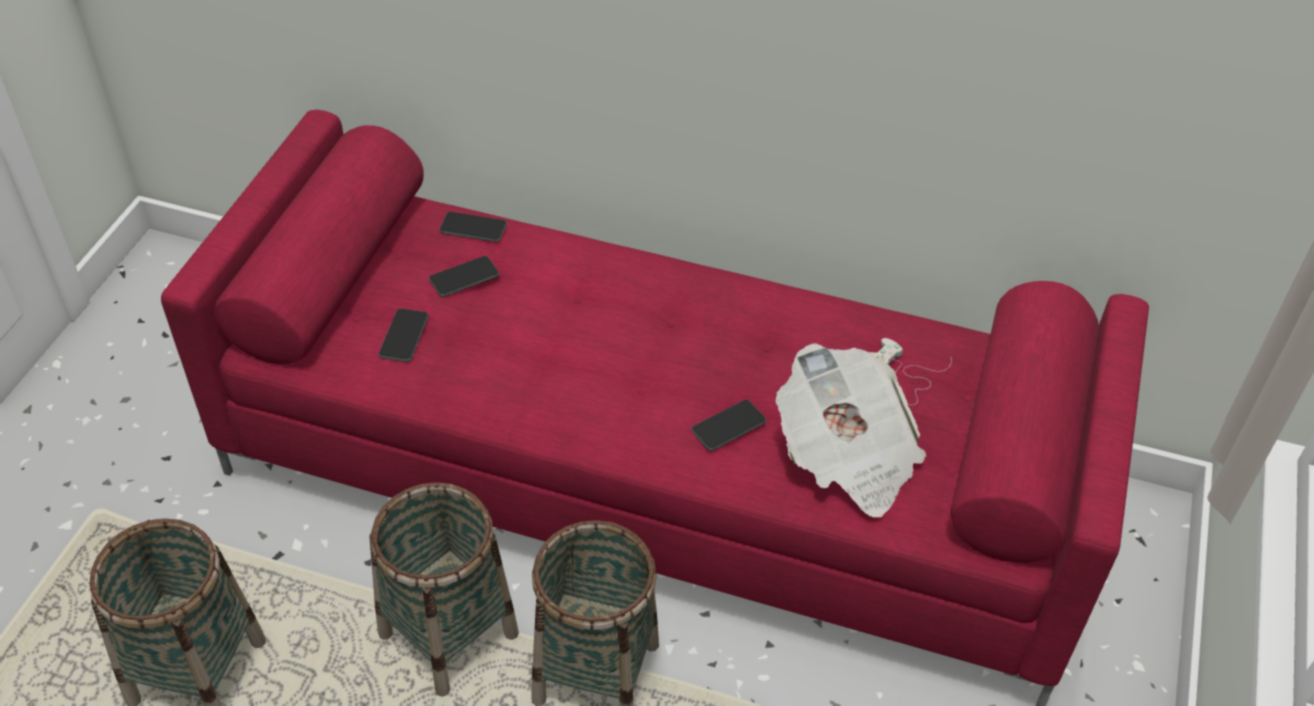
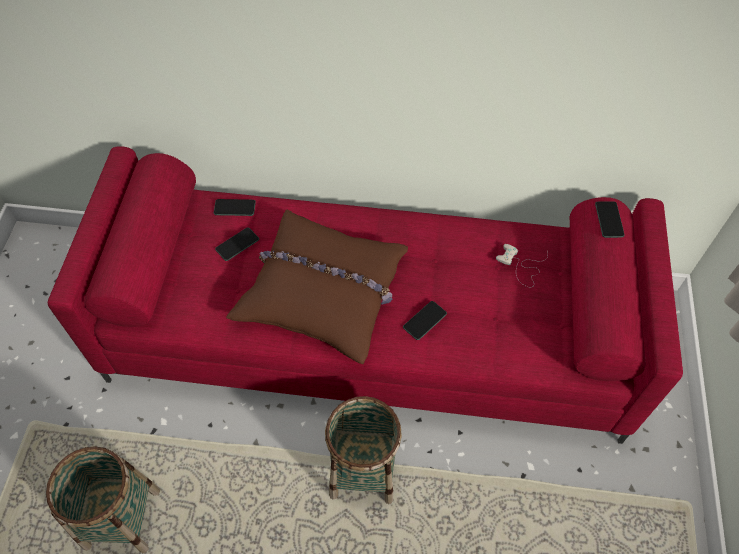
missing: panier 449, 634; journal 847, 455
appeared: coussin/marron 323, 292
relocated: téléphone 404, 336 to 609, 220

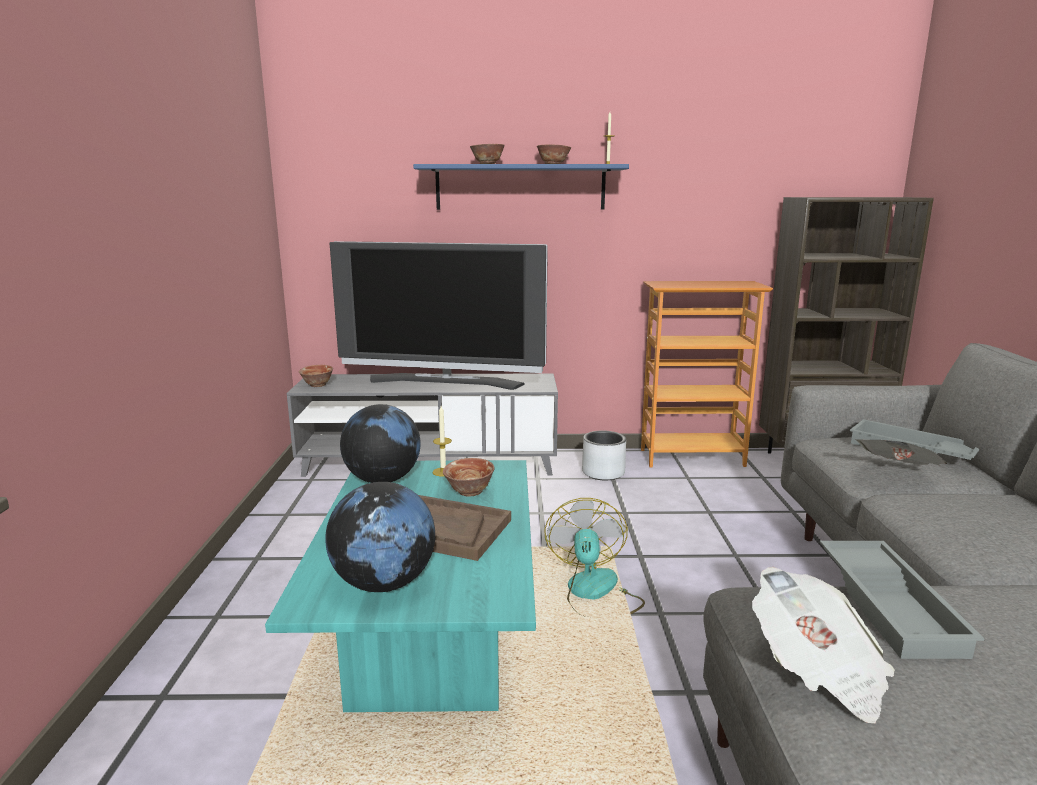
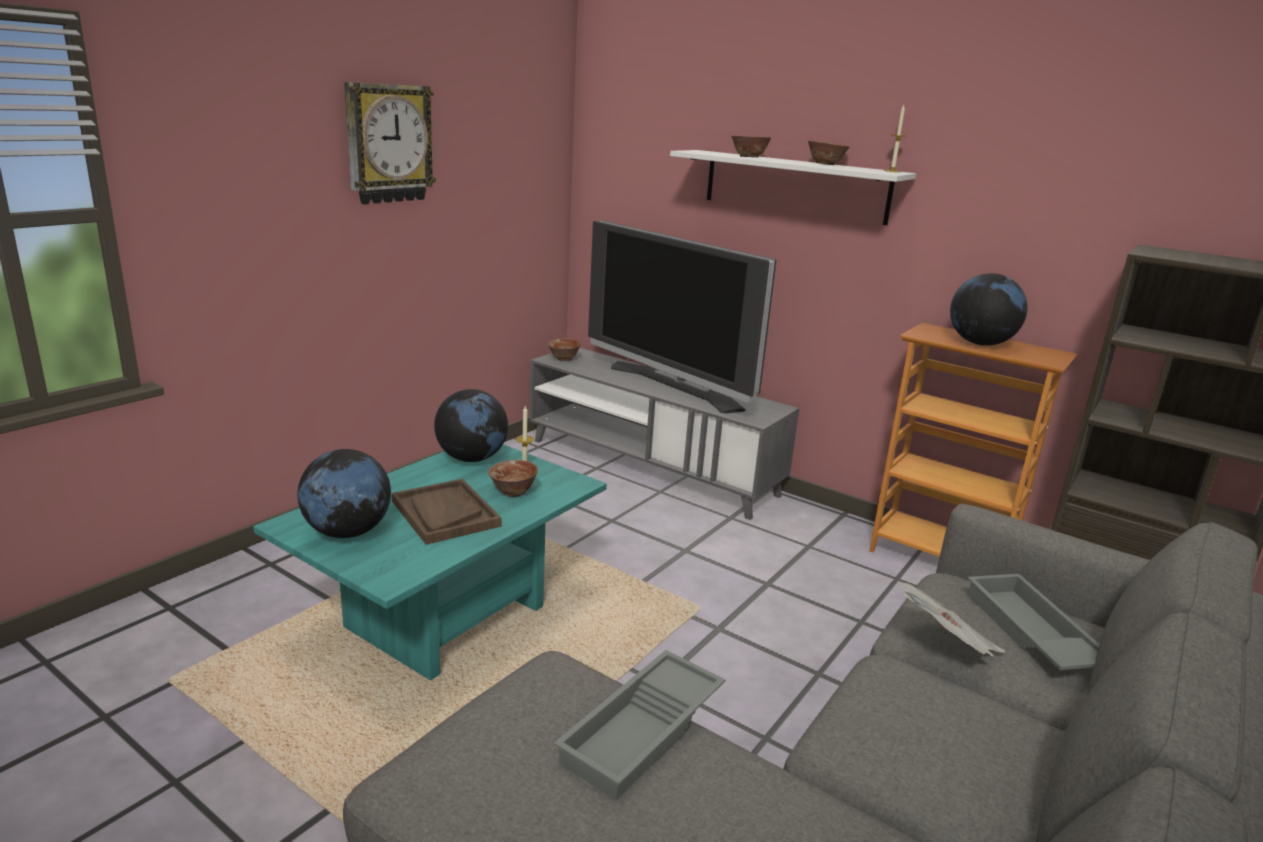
missing: ventilateur 594, 593; cache-pot/gris 603, 473; journal 818, 672
appeared: horloge murale 388, 144; globe 980, 344
colour: étagère/bleu 520, 187 to étagère/blanc 795, 186

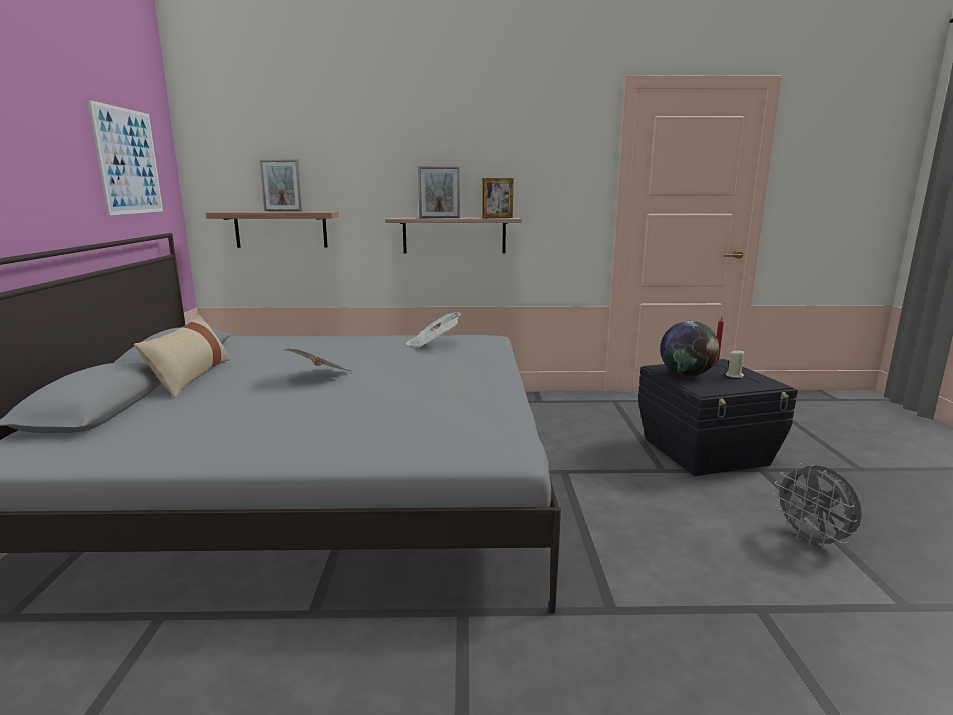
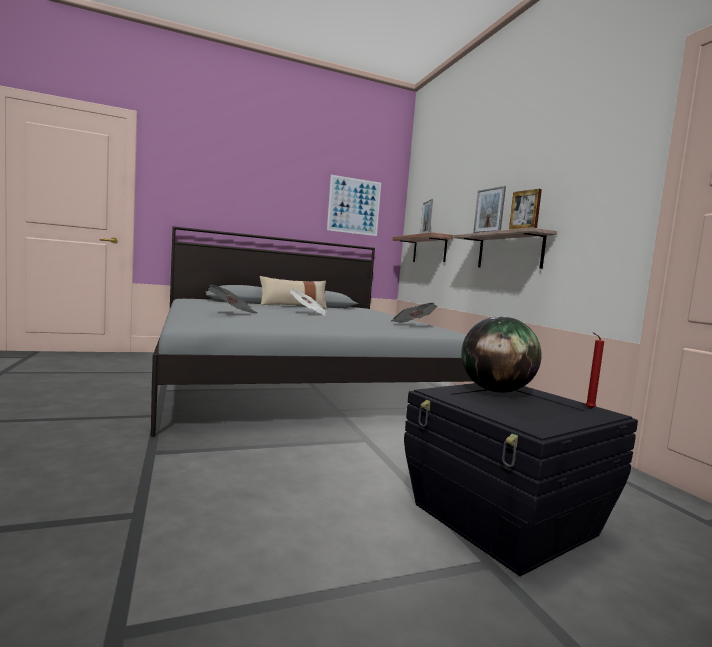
missing: bougie/beige 734, 375; ventilateur/gris 812, 540
appeared: journal 233, 313

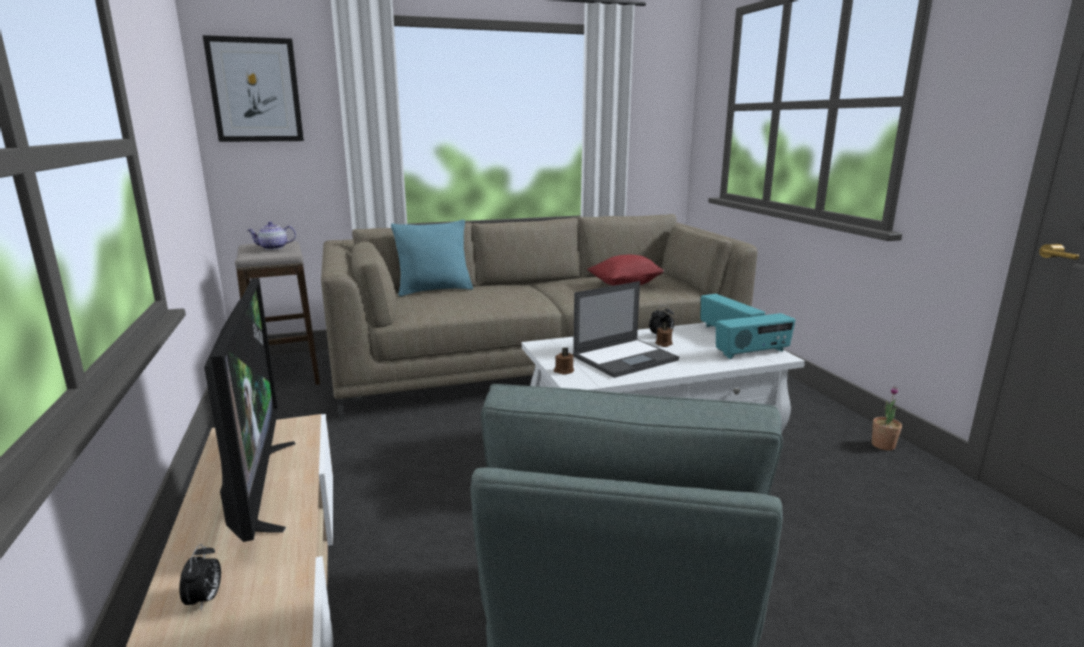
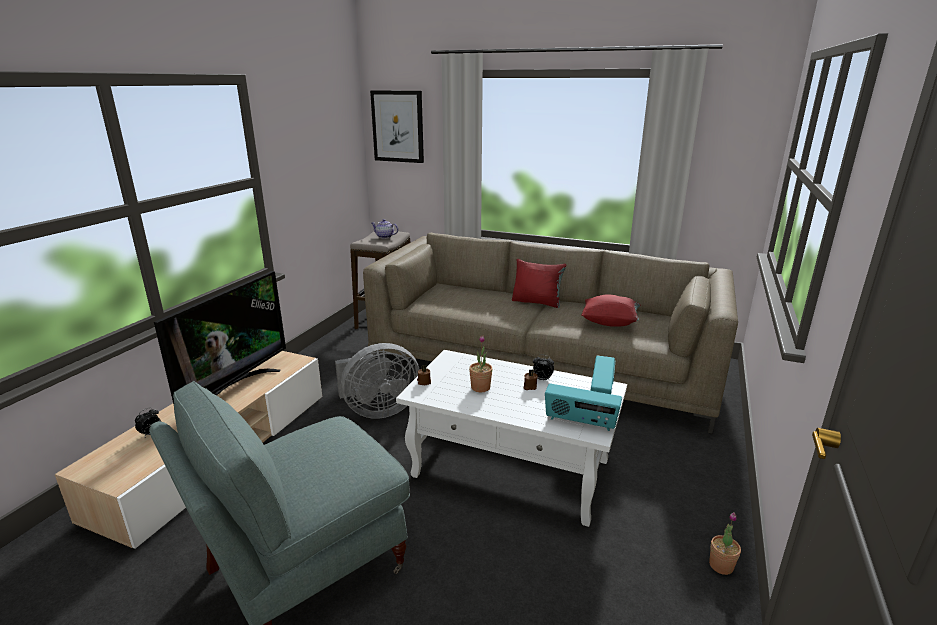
missing: coussin/turquoise 434, 290
appeared: ventilateur/gris 378, 410; coussin/rouge 537, 302
exchanged: ordinateur portable 625, 358 to plante en pot 480, 387

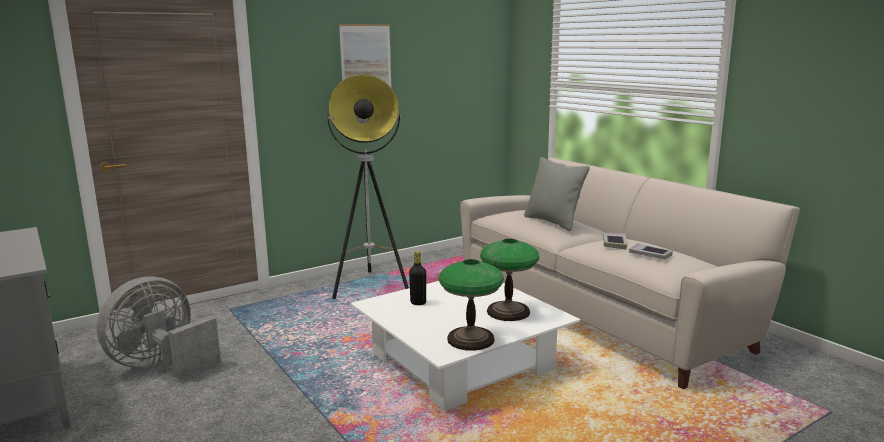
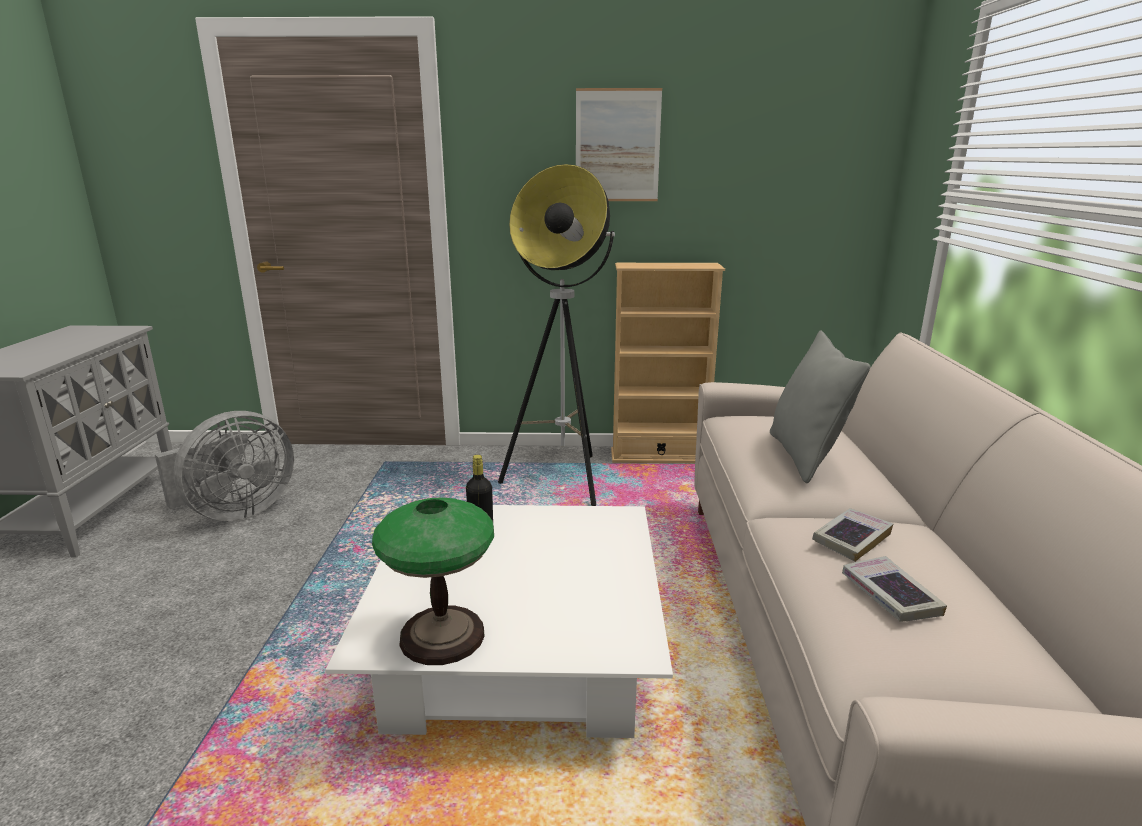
missing: lampe de table 508, 312
appeared: bibliothèque/beige 659, 456
spun: ventilateur/gris 161, 365 = 235, 512 150 degrees clockwise

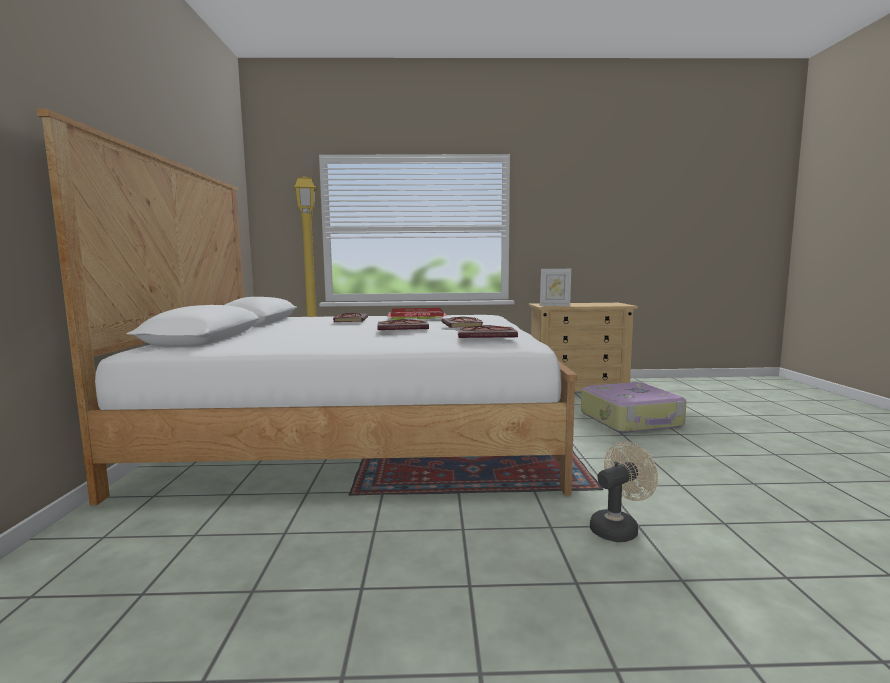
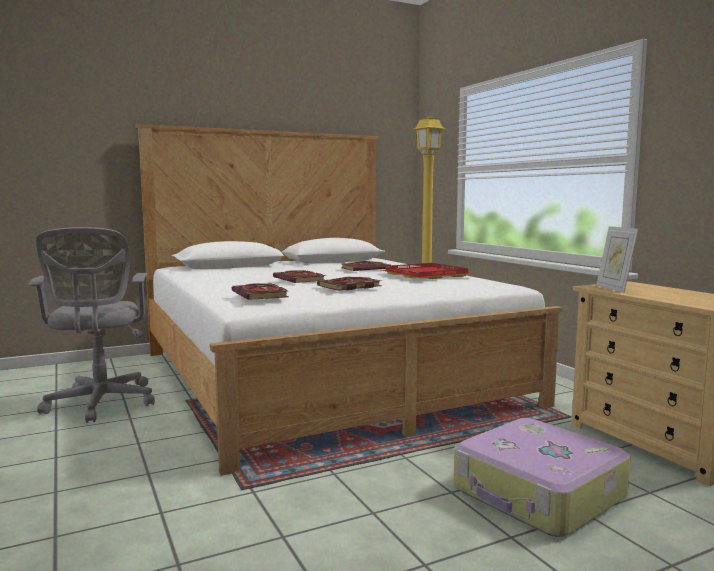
missing: ventilateur/beige 618, 528
appeared: chaise de bureau/gris 100, 404

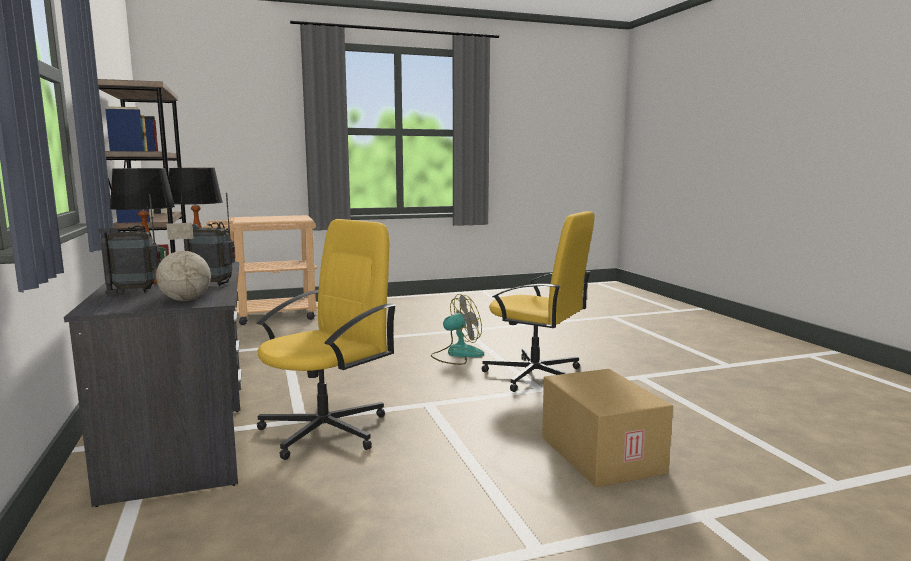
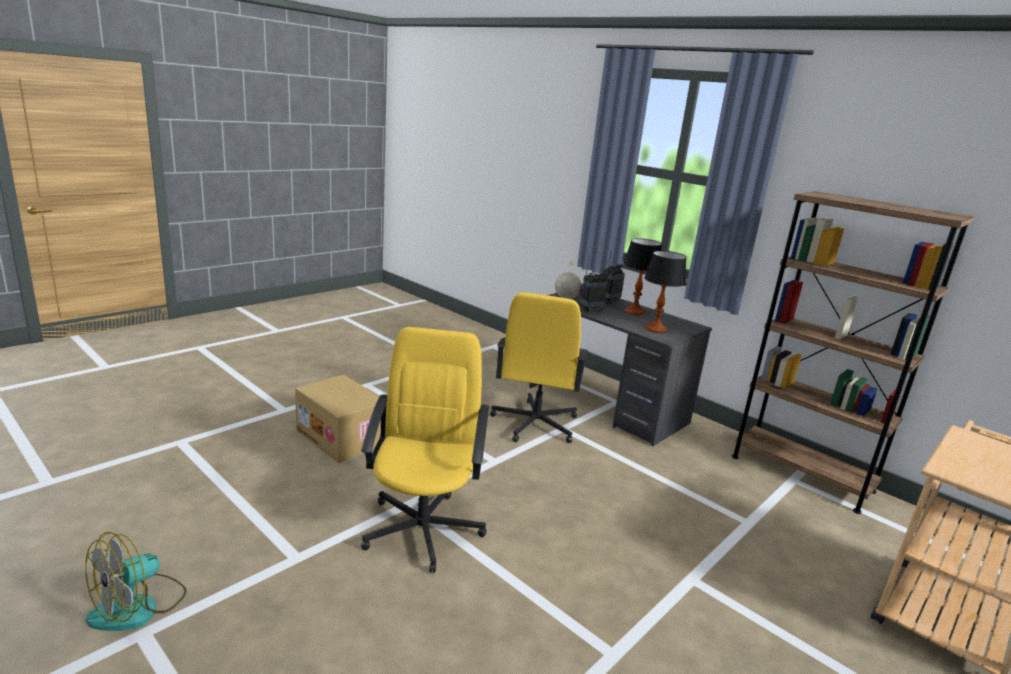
relocated: ventilateur 457, 354 to 138, 607
spun: chaise de bureau/jaune 536, 376 = 423, 528 90 degrees clockwise

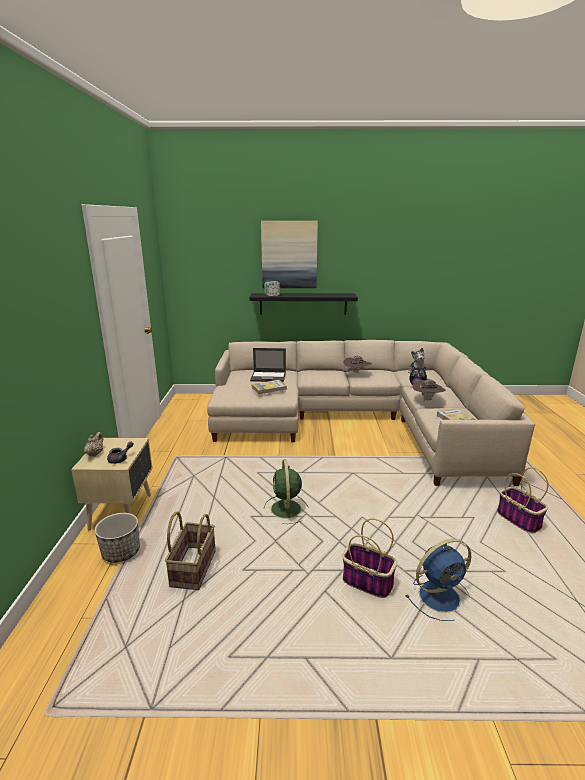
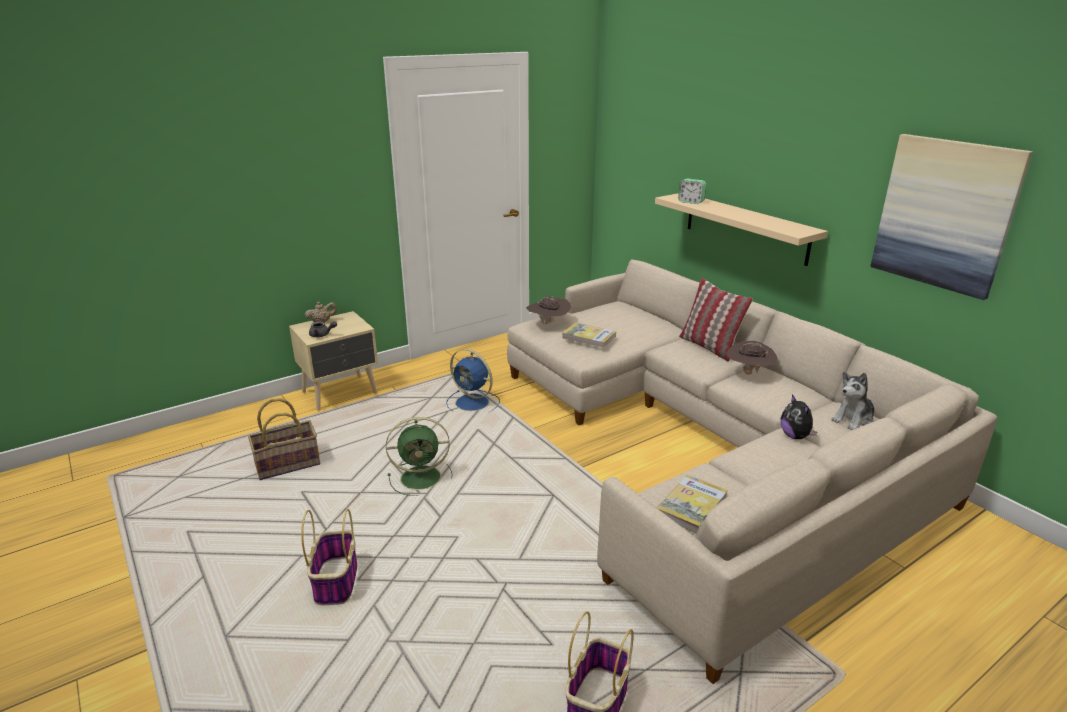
missing: cache-pot 121, 552; ordinateur portable 269, 377
appeared: coussin 709, 347
relocated: tableau 289, 255 to 945, 214; ventilateur/bleu 440, 596 to 473, 403; chapeau/marron 427, 400 to 548, 324
colour: étagère/noir 303, 303 to étagère/beige 745, 227
spun: ventilateur/vert 286, 510 = 422, 478 150 degrees counterclockwise

